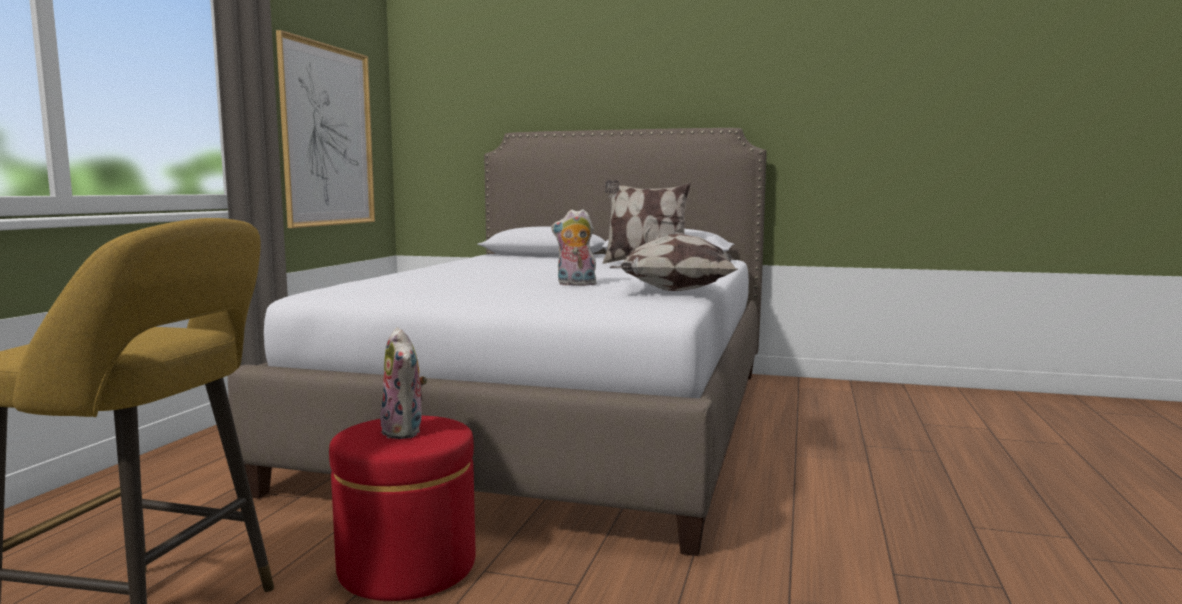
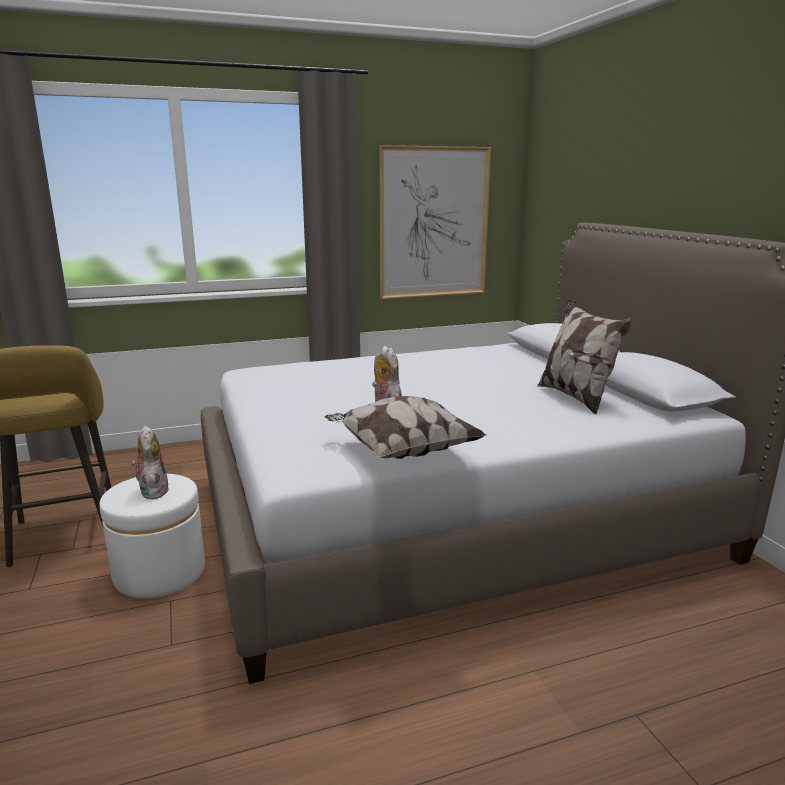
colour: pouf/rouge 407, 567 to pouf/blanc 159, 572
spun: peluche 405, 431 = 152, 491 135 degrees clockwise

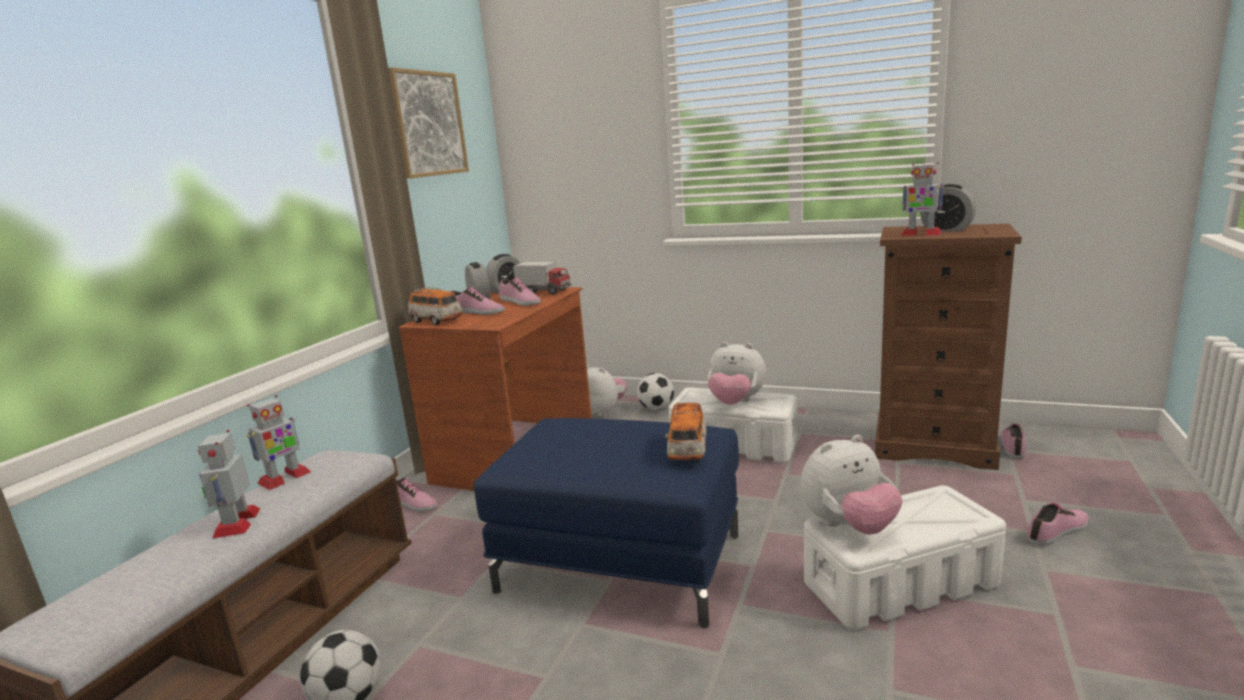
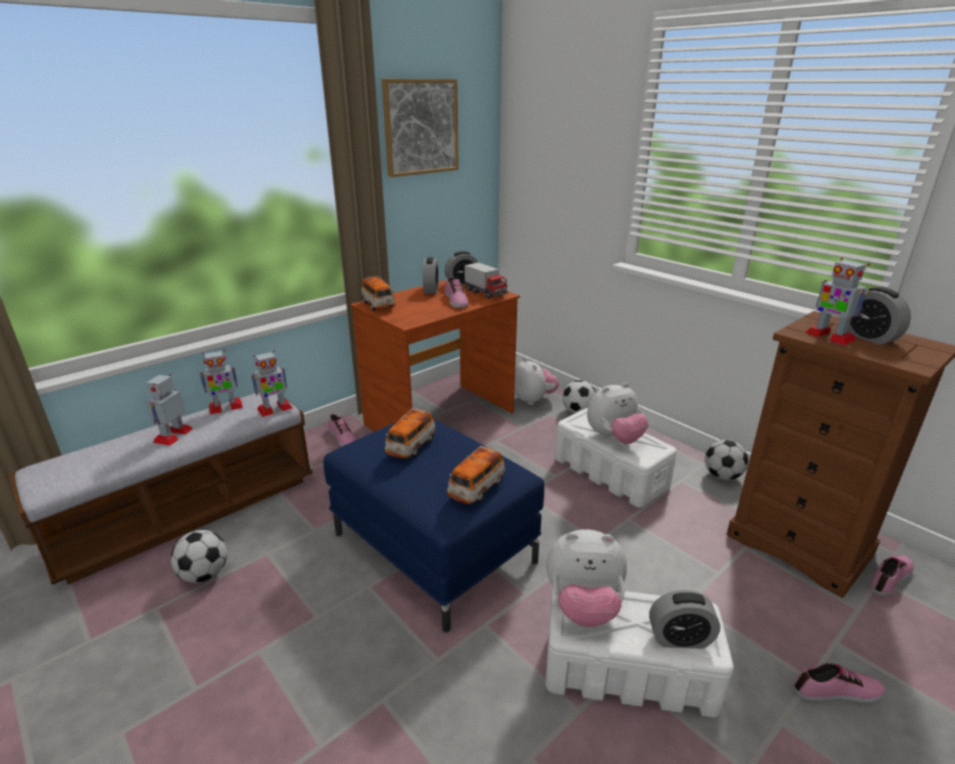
missing: chaussure 476, 312
appeared: robot jouet 274, 409; petite voiture 411, 447; réveil 680, 638; ballon de foot 722, 476
spun: peluche 735, 403 = 614, 438 75 degrees counterclockwise

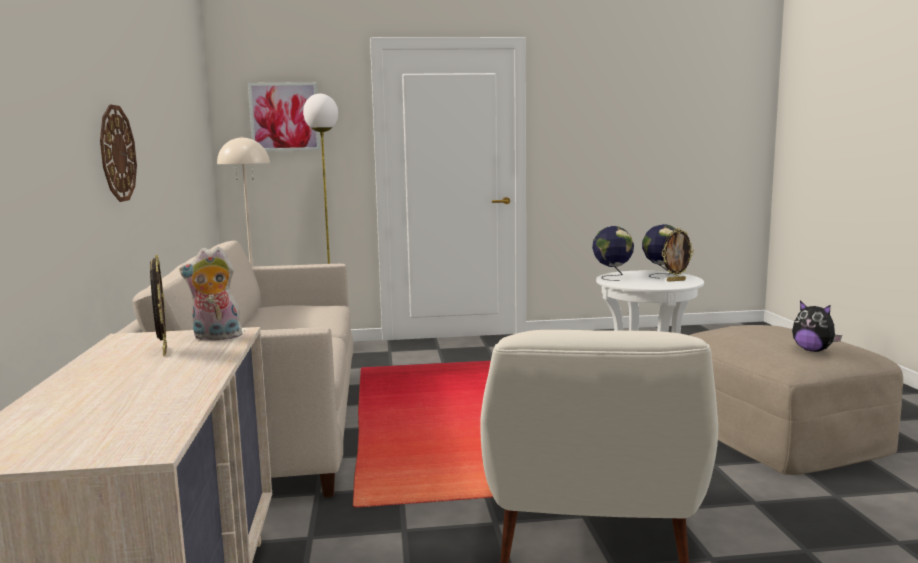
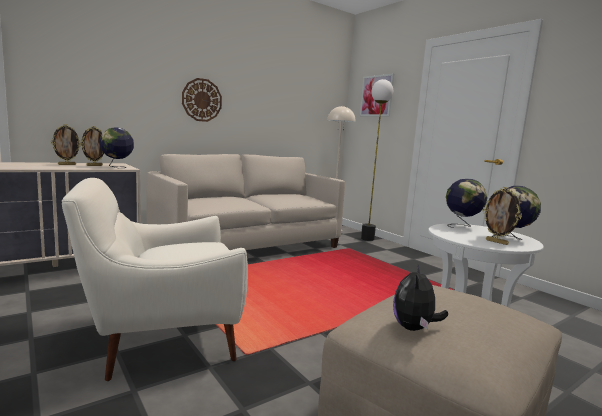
appeared: cadre photo 67, 164
exchanged: peluche 215, 337 to globe 117, 167

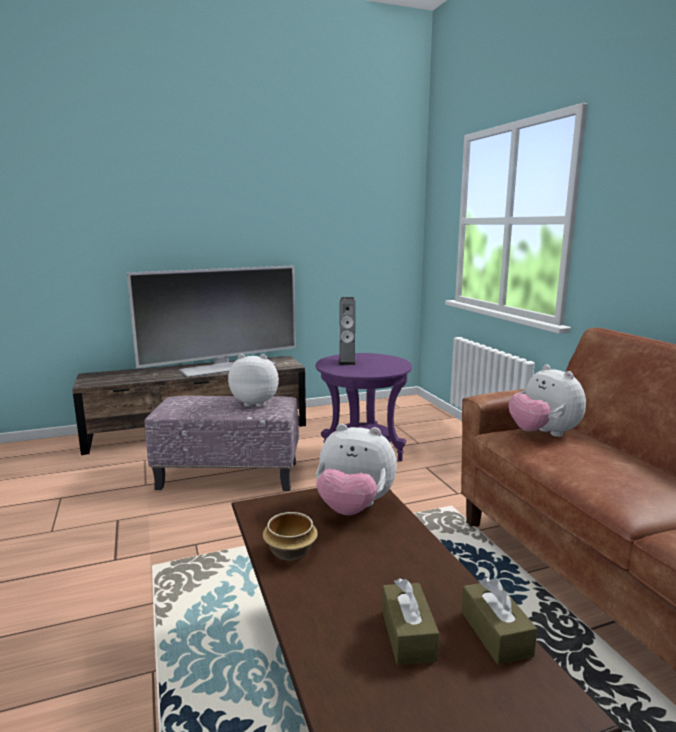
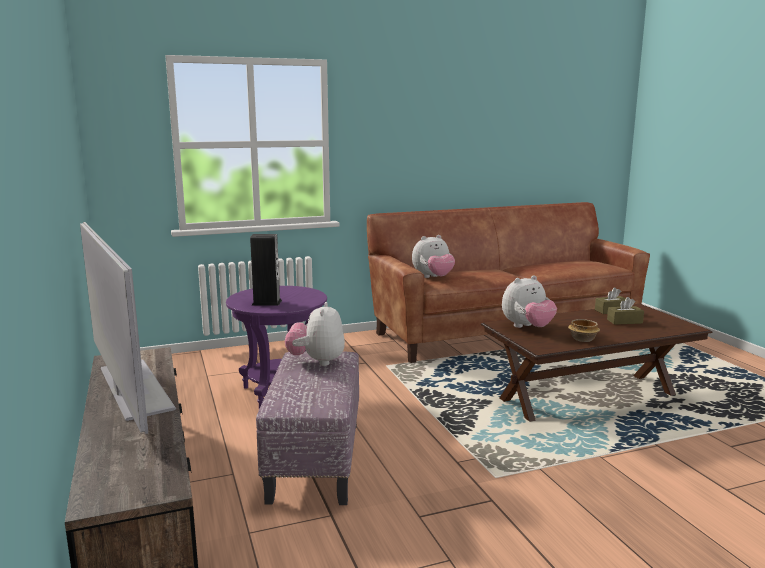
spun: peluche 354, 508 = 527, 327 45 degrees clockwise

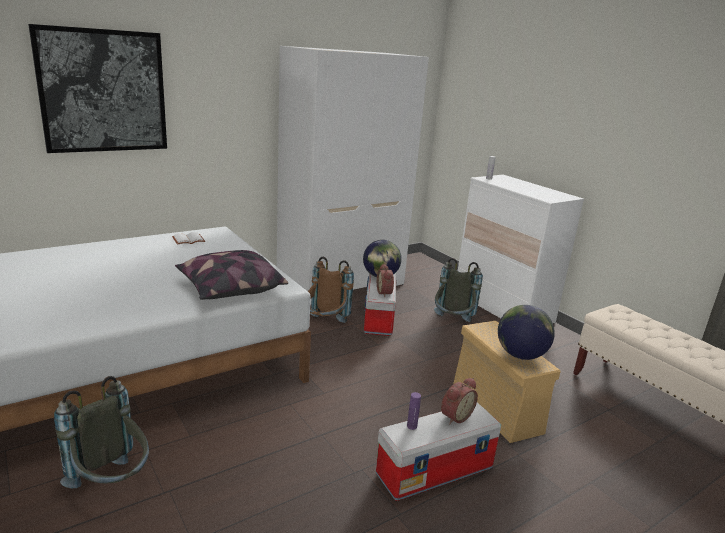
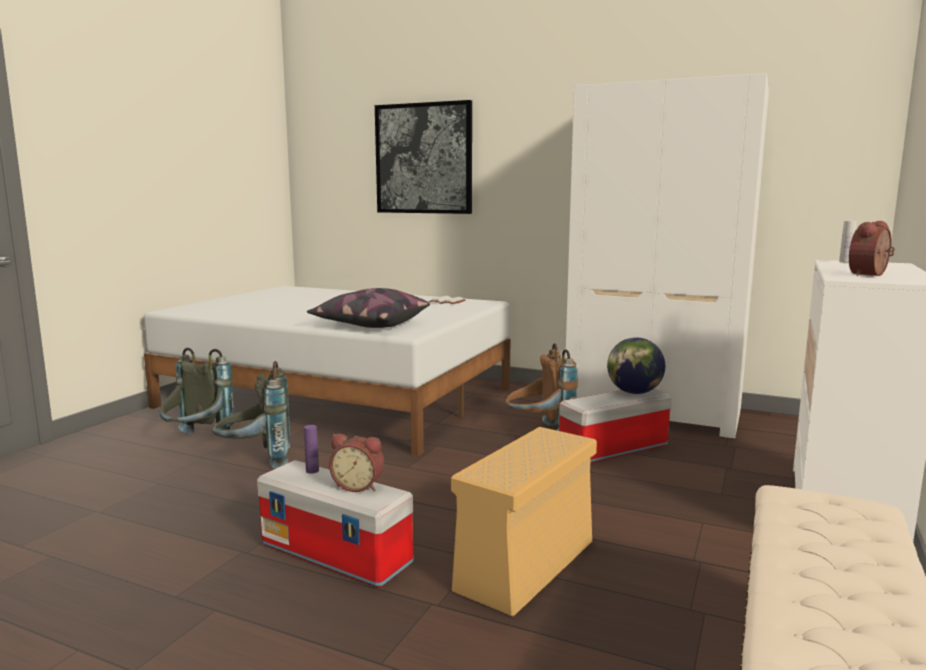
missing: globe 520, 355
relocated: réveil 385, 293 to 870, 275; sac à dos/gris 452, 324 to 256, 460

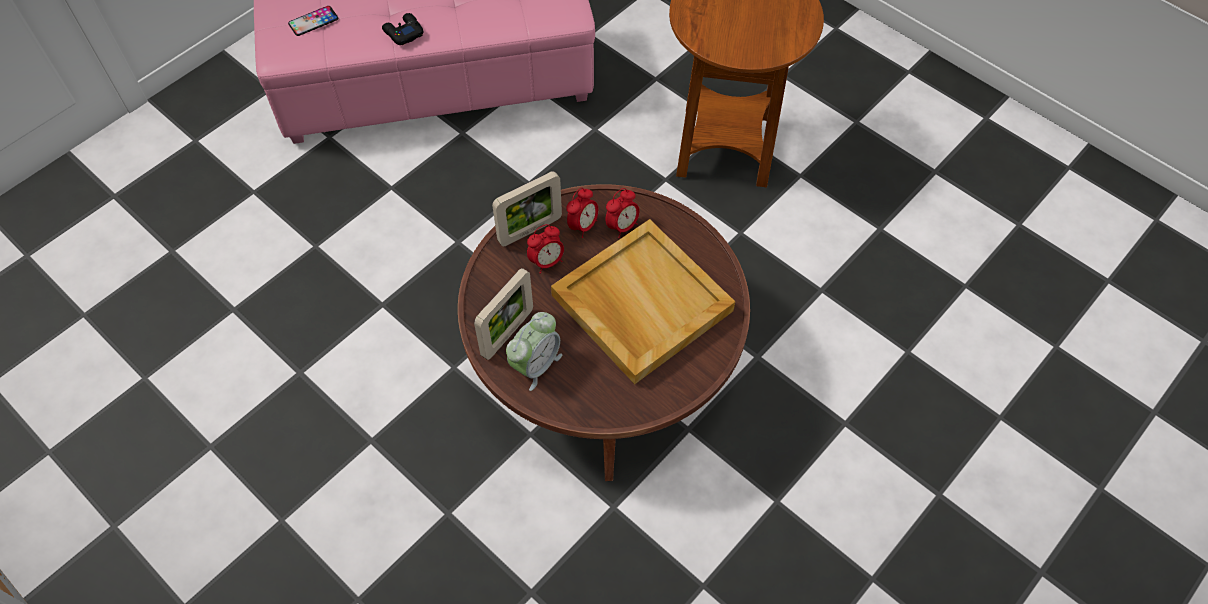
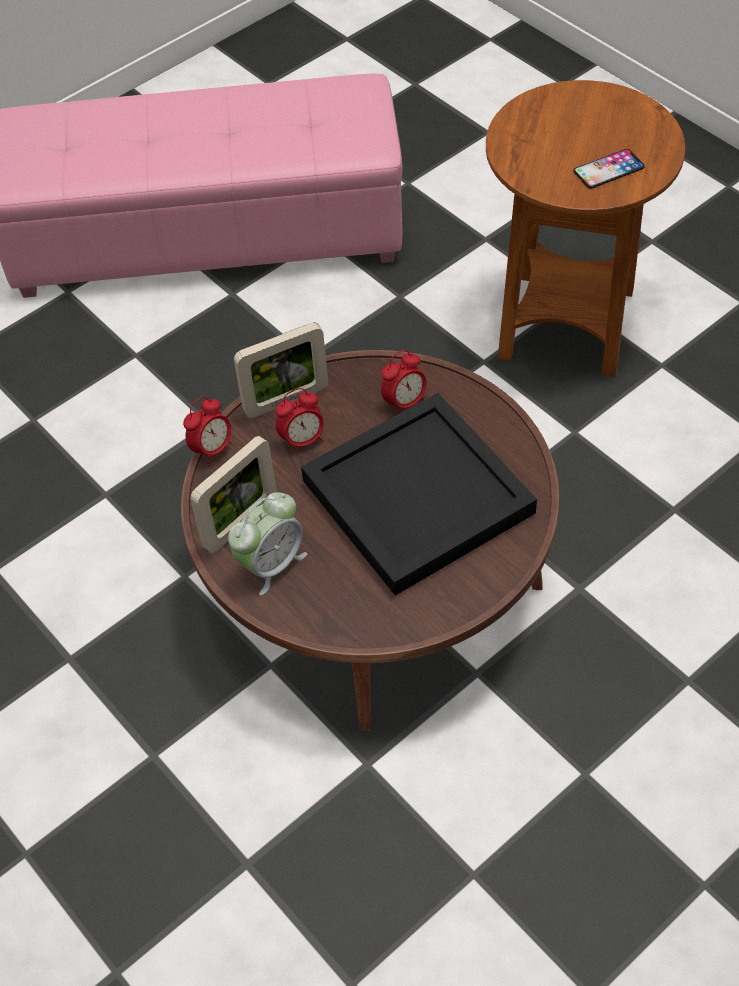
missing: manette/noir 403, 33
relocated: téléphone 313, 21 to 608, 169; réveil 583, 226 to 212, 449
colour: plateau/beige 640, 303 to plateau/noir 415, 496

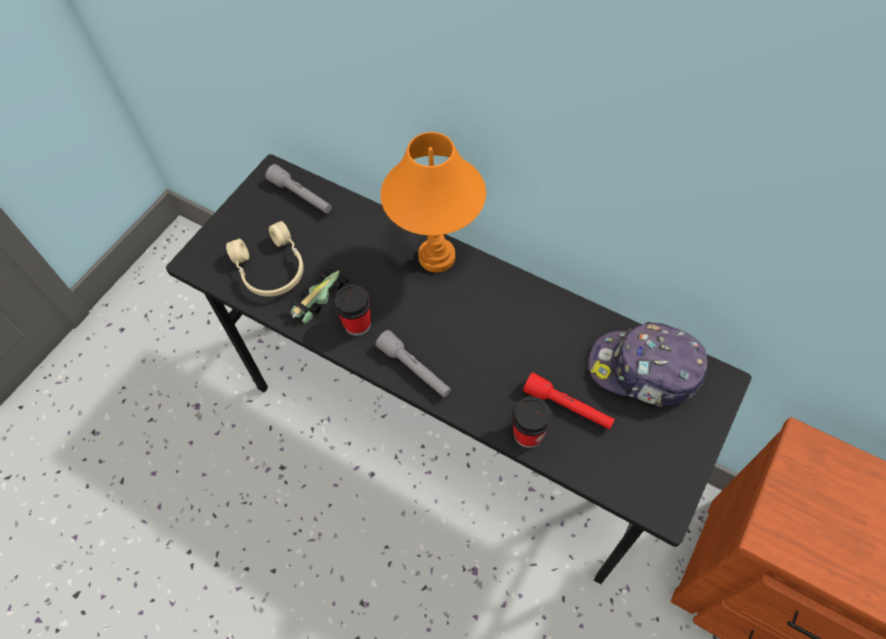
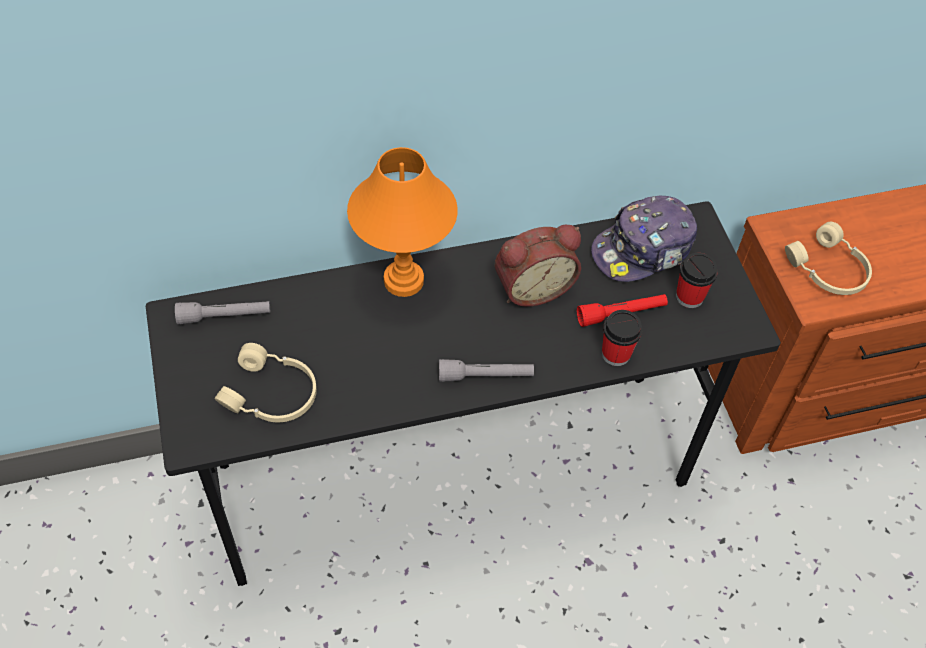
missing: petite voiture 318, 298
appeared: réveil 532, 286; casque audio/beige 827, 270
relocated: tasse 357, 323 to 689, 296

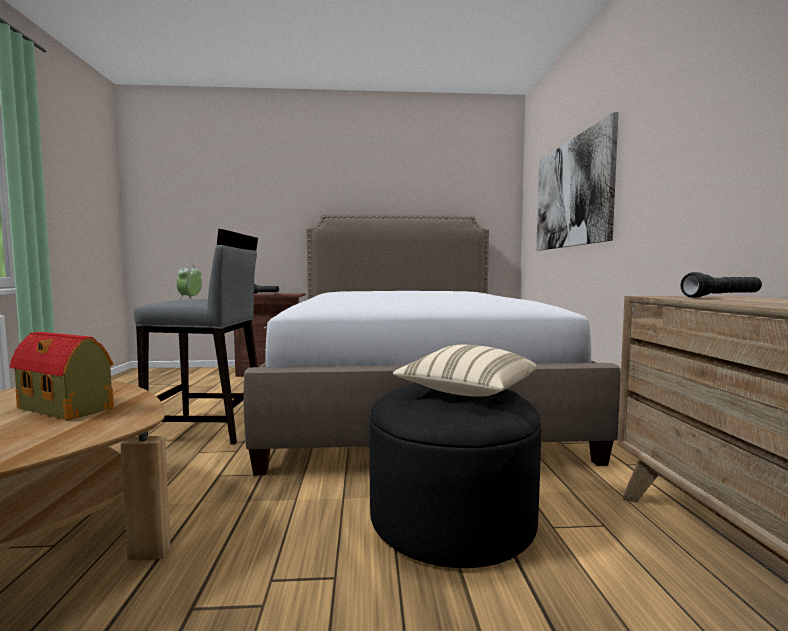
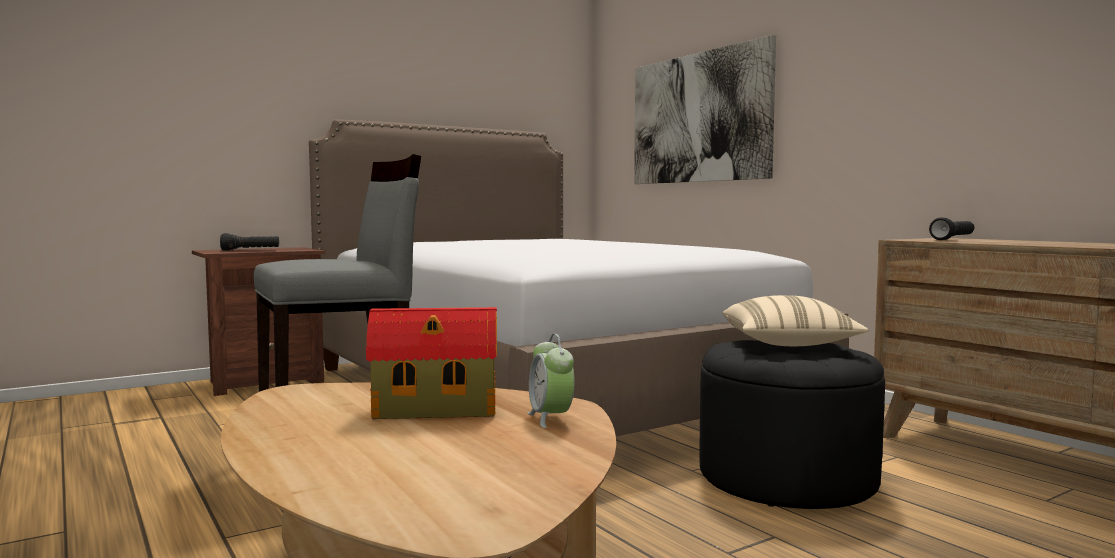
relocated: réveil 190, 298 to 550, 418

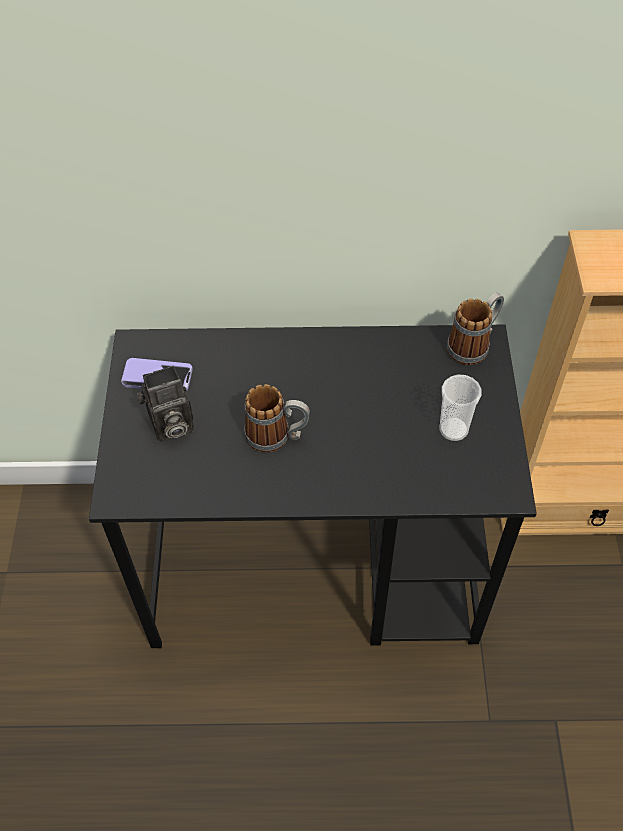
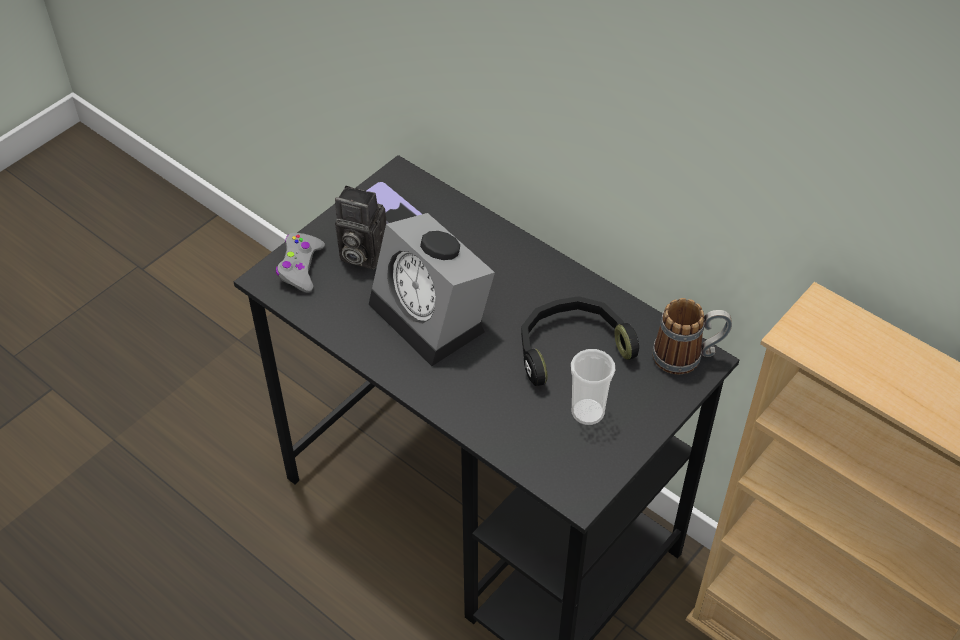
appeared: manette/gris 300, 267; casque audio/noir 570, 347
exchanged: mug 277, 436 to réveil 433, 317

